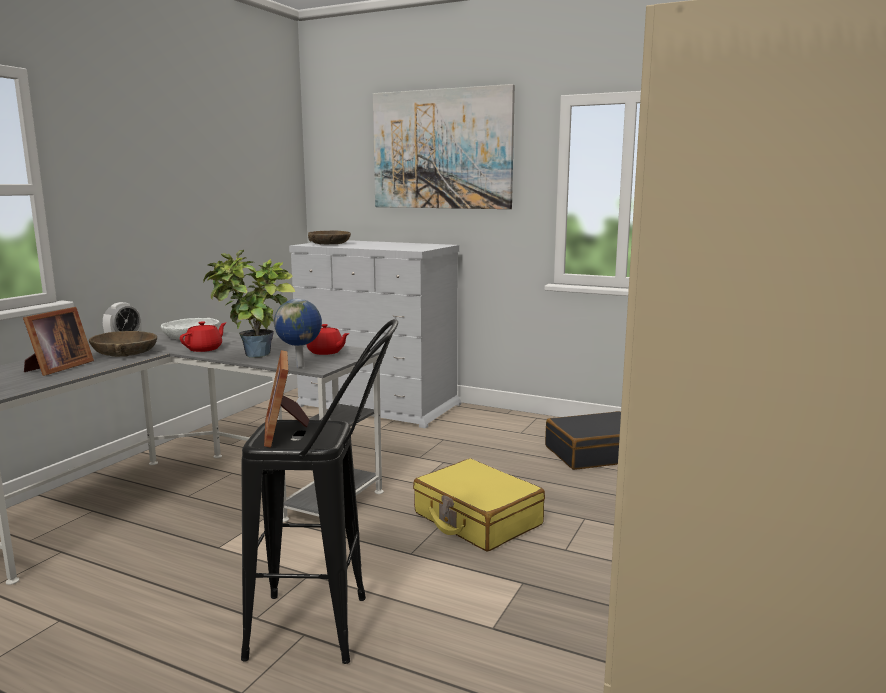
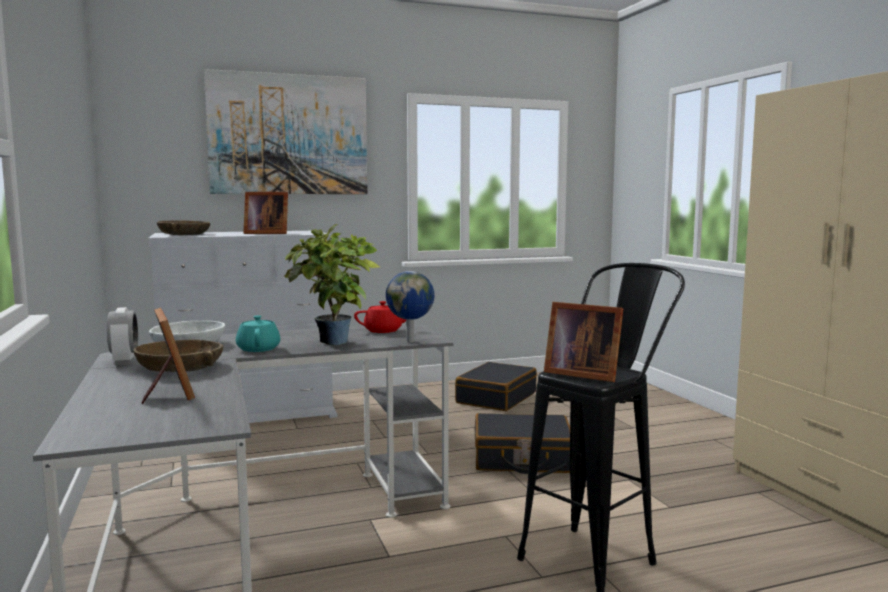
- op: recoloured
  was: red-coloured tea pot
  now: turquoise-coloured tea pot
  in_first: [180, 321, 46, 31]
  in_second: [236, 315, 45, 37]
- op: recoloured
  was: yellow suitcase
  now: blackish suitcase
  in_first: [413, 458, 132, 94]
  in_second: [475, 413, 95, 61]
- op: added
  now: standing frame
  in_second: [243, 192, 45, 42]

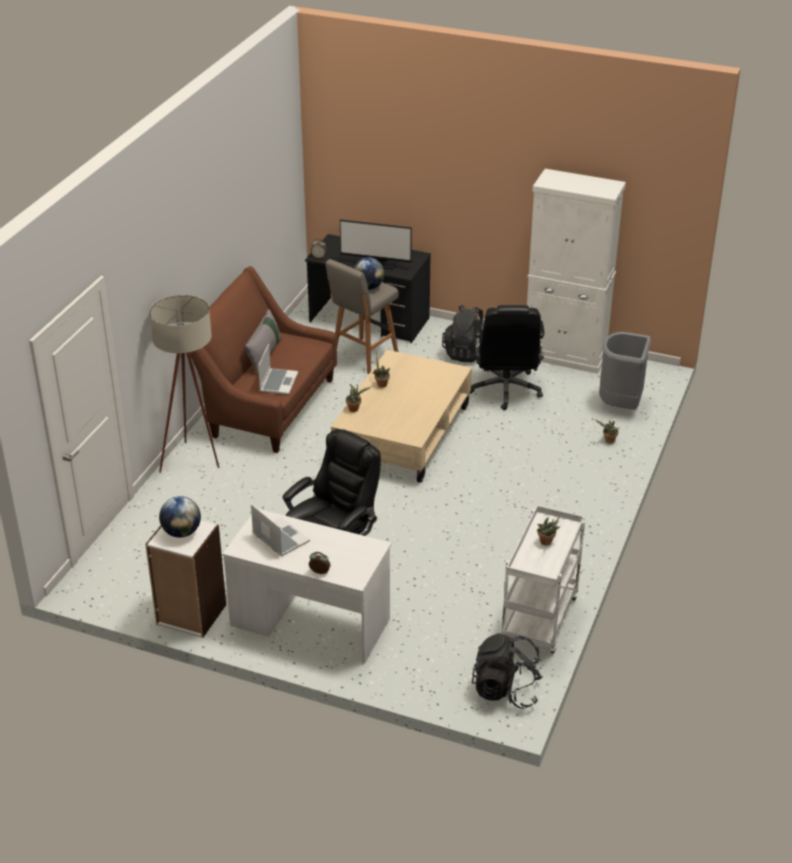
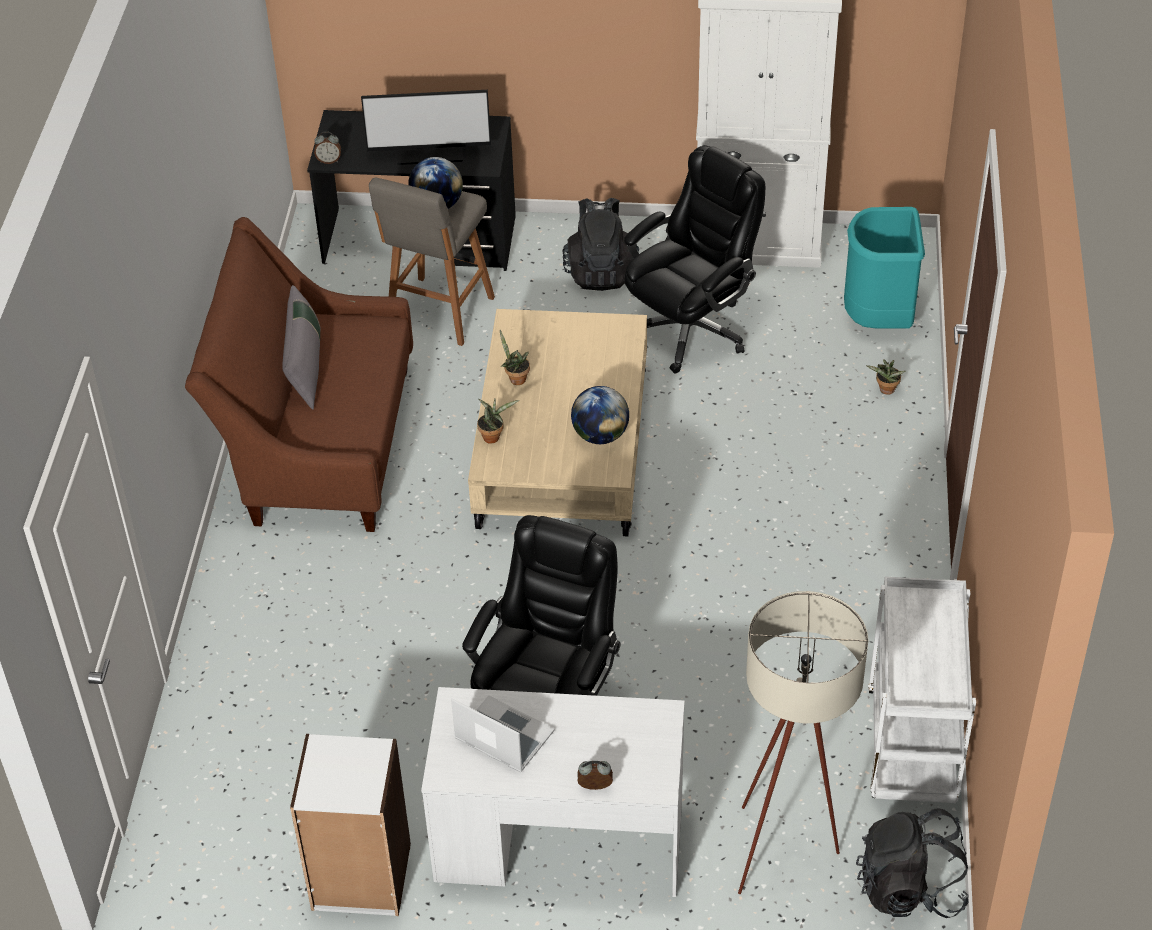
- op: moved
  was: beige-coloured floor lamp
  in_first: [149, 295, 70, 178]
  in_second: [738, 591, 131, 303]
- op: turned
  was: blackish office chair
  in_first: [470, 305, 74, 105]
  in_second: [624, 145, 141, 228]
  clockwise: -120
- op: recoloured
  was: gray rubbish bin
  now: turquoise-coloured rubbish bin
  in_first: [599, 332, 52, 78]
  in_second: [844, 207, 81, 122]
- op: removed
  was: portable computer
  in_first: [258, 344, 40, 51]
- op: moved
  was: desk globe
  in_first: [159, 496, 42, 42]
  in_second: [571, 386, 58, 58]
- op: removed
  was: houseplant
  in_first: [537, 516, 24, 29]

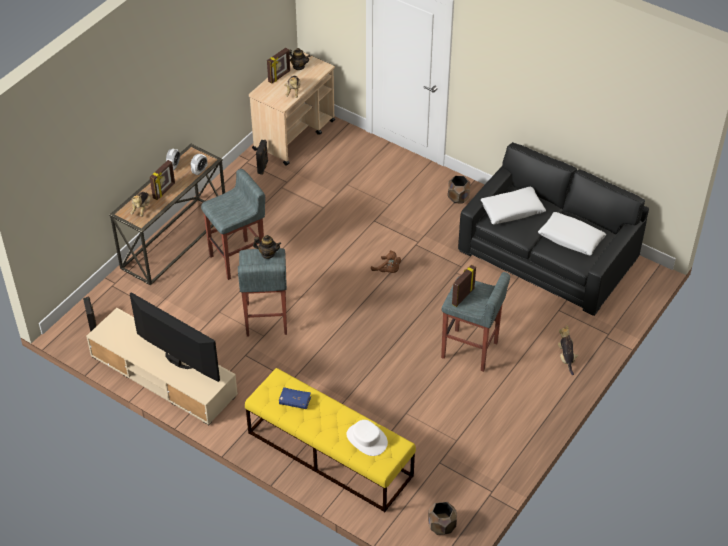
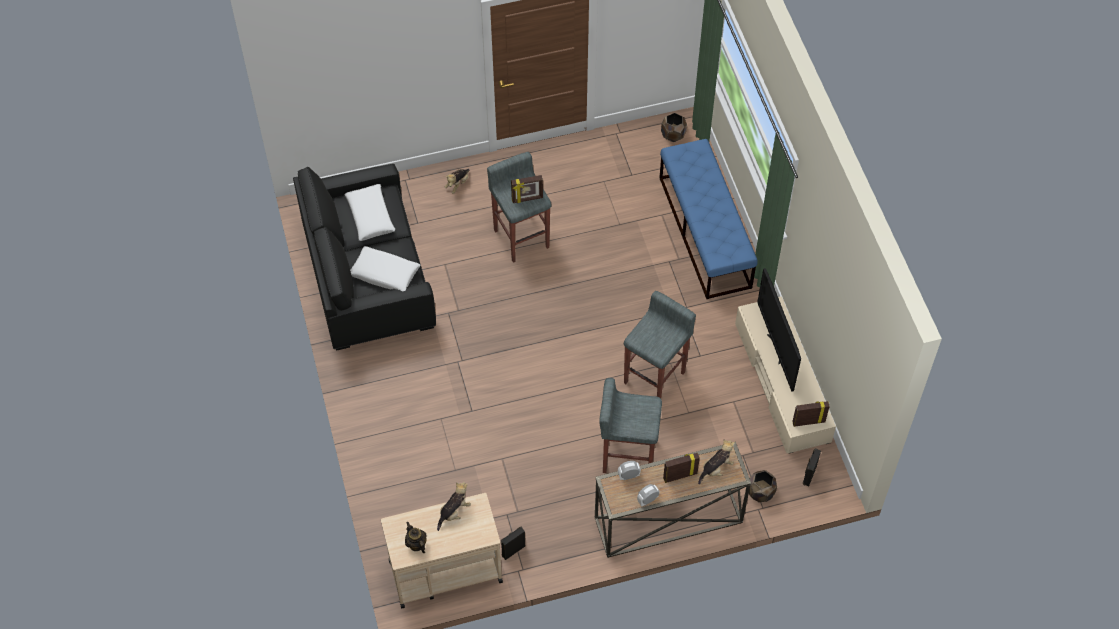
- op: moved
  was: standing frame
  in_first: [267, 48, 23, 36]
  in_second: [792, 401, 38, 26]
- op: moved
  was: brownish plant pot
  in_first: [448, 176, 23, 28]
  in_second: [749, 470, 28, 32]
- op: removed
  was: tea pot
  in_first: [253, 235, 28, 24]
- op: removed
  was: brownish soft toy
  in_first: [371, 250, 30, 23]
- op: recoloured
  was: yellow indoor bench
  now: blue-coloured indoor bench
  in_first: [245, 368, 171, 144]
  in_second: [659, 139, 99, 160]
- op: removed
  was: blue-coloured bound book
  in_first: [279, 387, 32, 22]
- op: removed
  was: white wearable hat
  in_first: [346, 420, 42, 36]

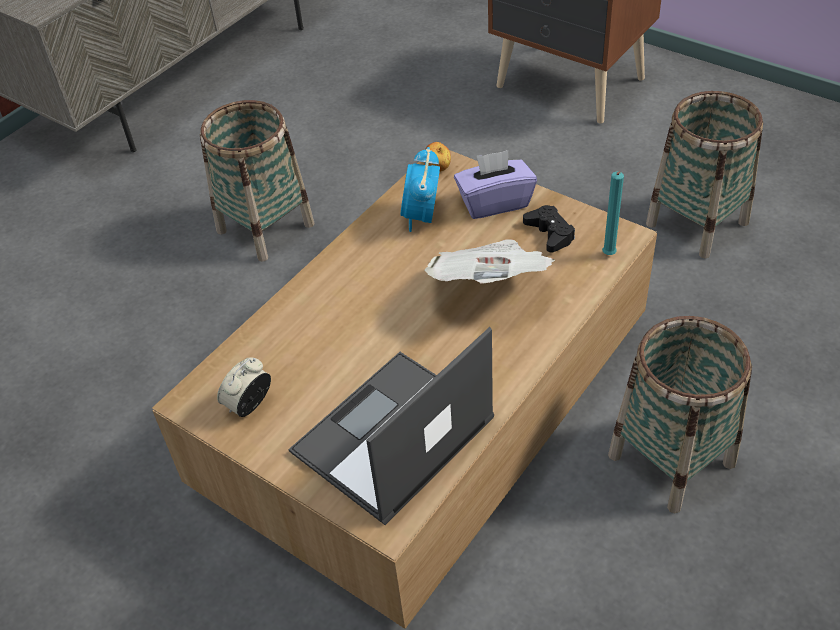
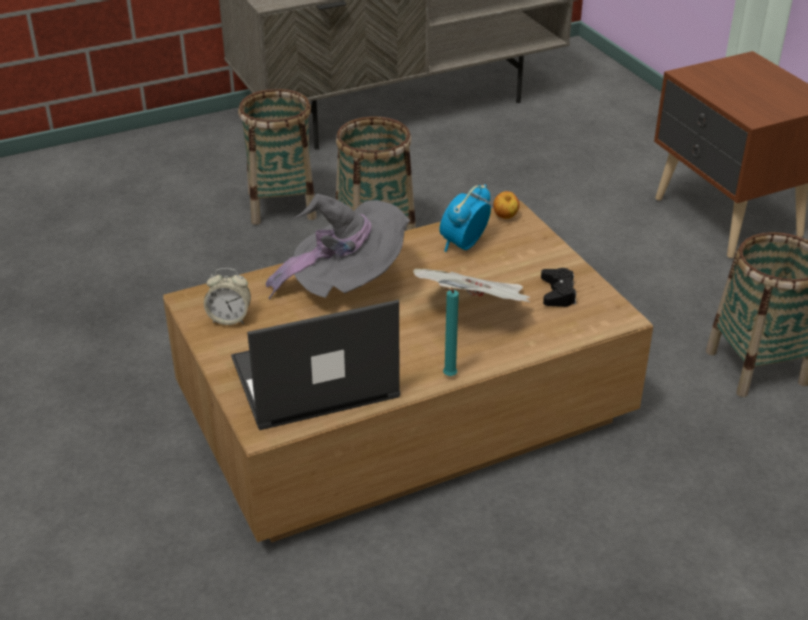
- op: removed
  was: purplish box of tissues
  in_first: [454, 150, 83, 69]
- op: moved
  was: turquoise-coloured candle
  in_first: [602, 171, 22, 84]
  in_second: [443, 288, 16, 88]
- op: moved
  was: storage basket
  in_first: [608, 316, 144, 197]
  in_second: [238, 89, 79, 136]
- op: turned
  was: bedside clock
  in_first: [217, 357, 54, 60]
  in_second: [204, 268, 47, 57]
  clockwise: -150
- op: added
  now: gray wearable hat
  in_second: [266, 194, 144, 105]

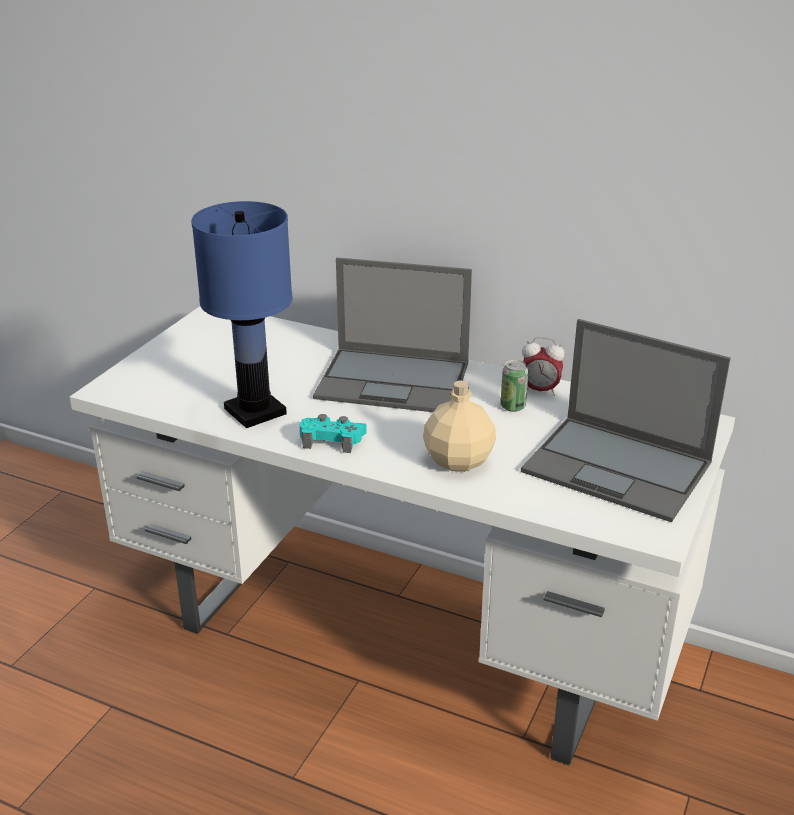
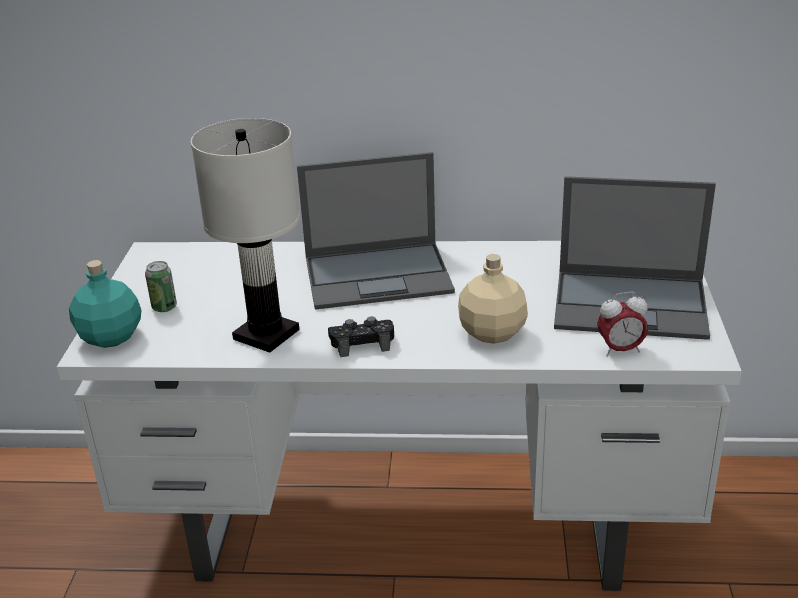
- op: recoloured
  was: blue-coloured tabletop lamp
  now: white tabletop lamp
  in_first: [191, 201, 101, 227]
  in_second: [191, 118, 109, 235]
- op: moved
  was: bedside clock
  in_first: [522, 337, 43, 59]
  in_second: [597, 292, 51, 64]
- op: moved
  was: can
  in_first: [501, 360, 27, 52]
  in_second: [145, 261, 32, 51]
- op: recoloured
  was: turquoise-coloured joypad
  now: blackish joypad
  in_first: [300, 414, 67, 39]
  in_second: [328, 317, 66, 40]
- op: added
  now: turquoise-coloured bottle
  in_second: [69, 260, 72, 88]

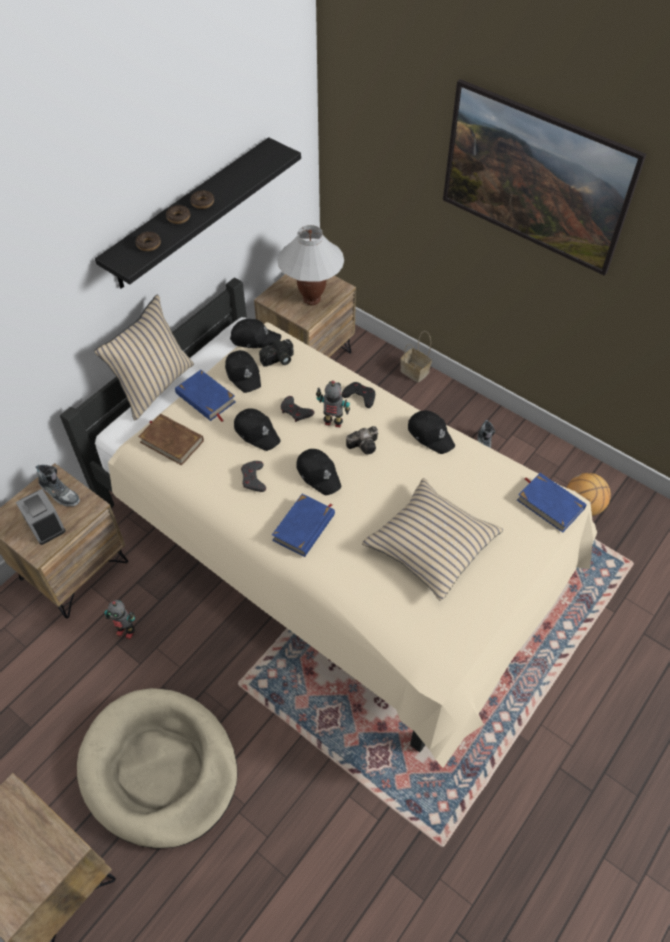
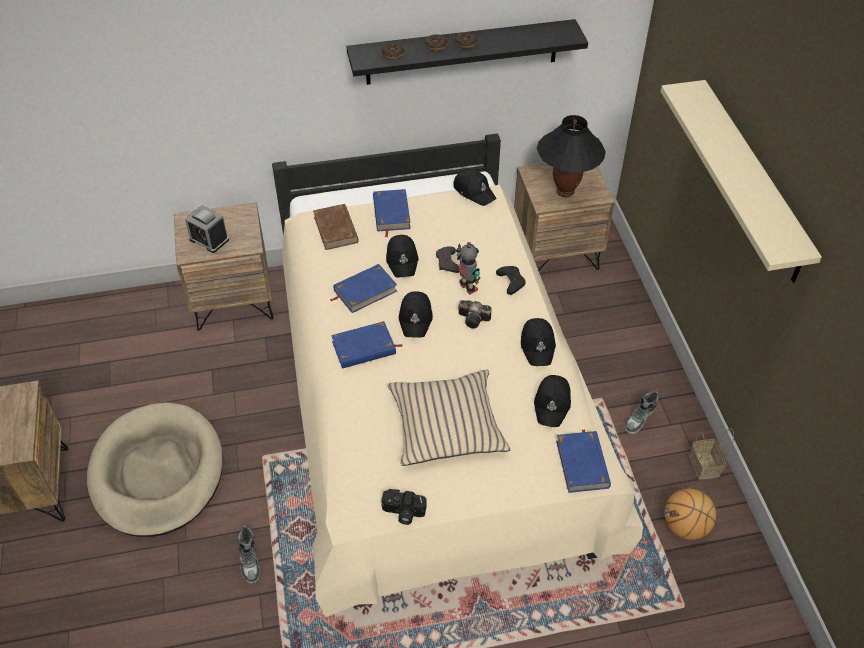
- op: replaced
  was: wall picture
  now: beige-coloured wall shelf
  in_first: [443, 79, 203, 197]
  in_second: [660, 80, 162, 203]
- op: recoloured
  was: white tabletop lamp
  now: blackish tabletop lamp
  in_first: [277, 225, 67, 80]
  in_second: [537, 115, 69, 82]
- op: removed
  was: beige-coloured throw pillow
  in_first: [94, 295, 100, 126]
- op: moved
  was: storage basket
  in_first: [400, 331, 32, 52]
  in_second: [689, 428, 45, 52]
- op: moved
  was: still camera
  in_first: [259, 339, 35, 28]
  in_second: [381, 489, 45, 36]
- op: moved
  was: blackish cap
  in_first: [225, 350, 36, 43]
  in_second: [534, 375, 37, 52]
- op: replaced
  was: gray joypad
  now: blue-coloured bound book
  in_first: [241, 461, 25, 31]
  in_second: [330, 264, 67, 49]
- op: moved
  was: item of footwear
  in_first: [36, 465, 44, 42]
  in_second: [238, 525, 22, 59]
- op: turned
  was: bedside clock
  in_first: [16, 489, 50, 56]
  in_second: [185, 205, 44, 48]
  clockwise: -60
- op: removed
  was: toy robot
  in_first: [104, 600, 31, 39]

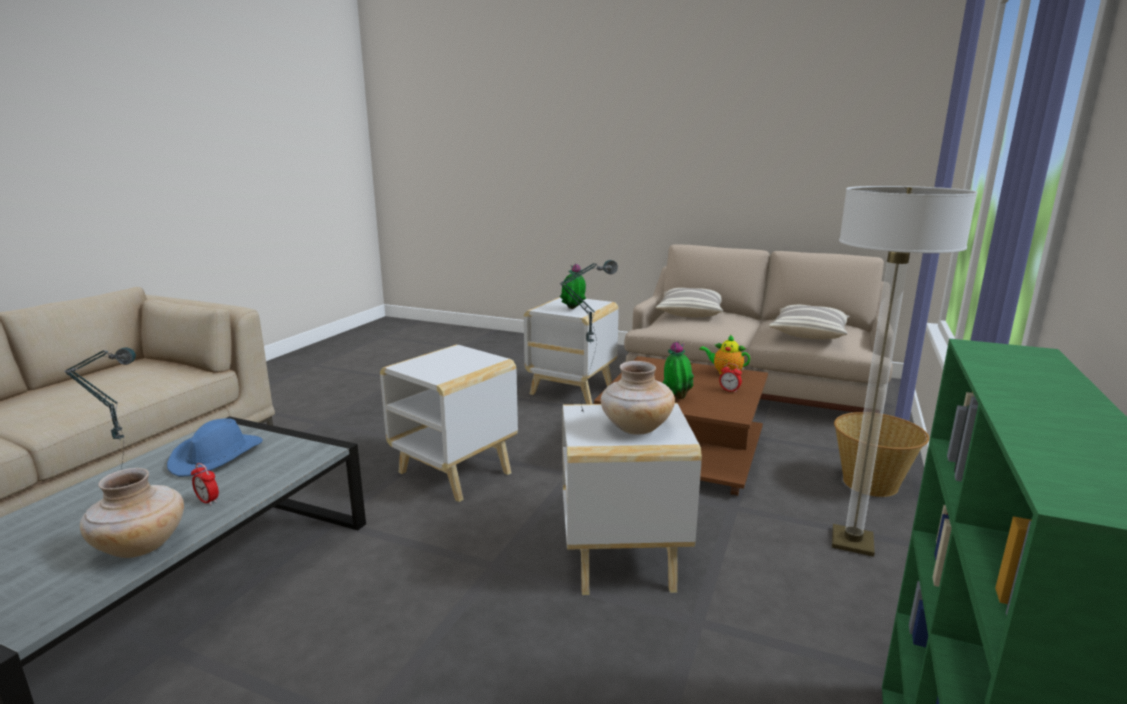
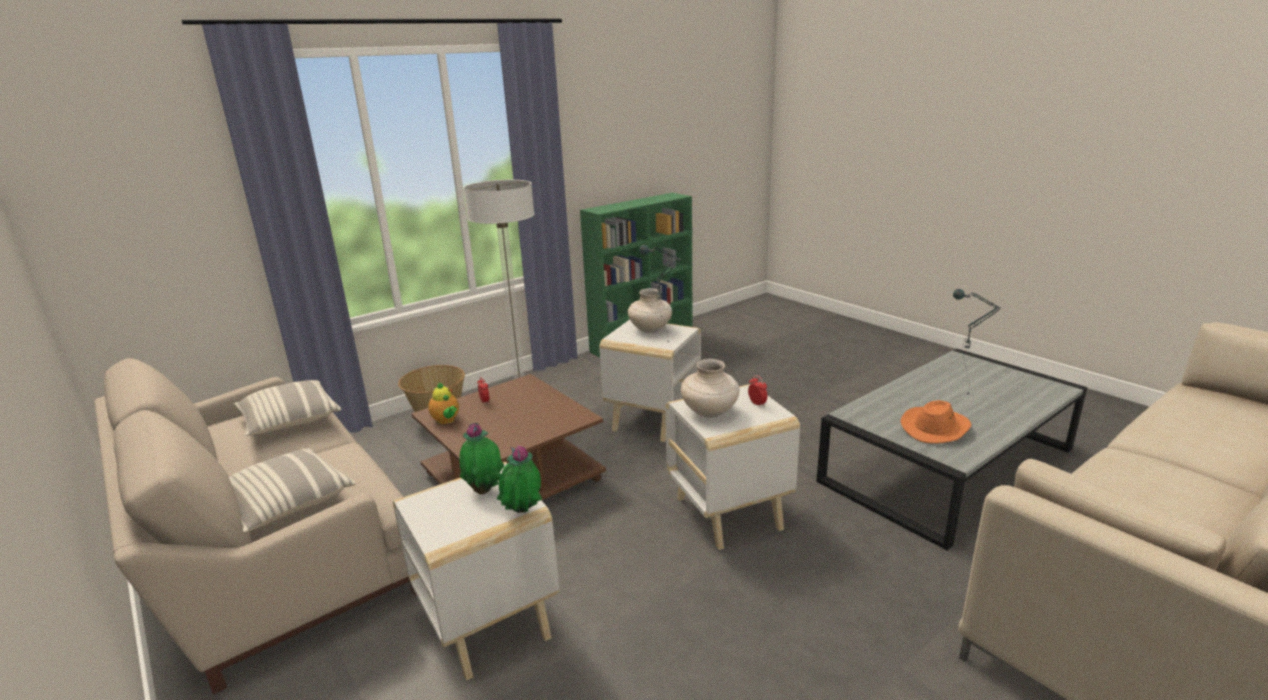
- op: moved
  was: houseplant
  in_first: [662, 341, 32, 58]
  in_second: [497, 446, 45, 67]
- op: recoloured
  was: blue-coloured wearable hat
  now: orangey wearable hat
  in_first: [167, 418, 96, 59]
  in_second: [900, 400, 71, 44]
- op: moved
  was: bedside clock
  in_first: [191, 463, 28, 42]
  in_second: [748, 375, 19, 33]
- op: moved
  was: beige-coloured decorative vase
  in_first: [80, 468, 104, 90]
  in_second: [681, 359, 58, 59]

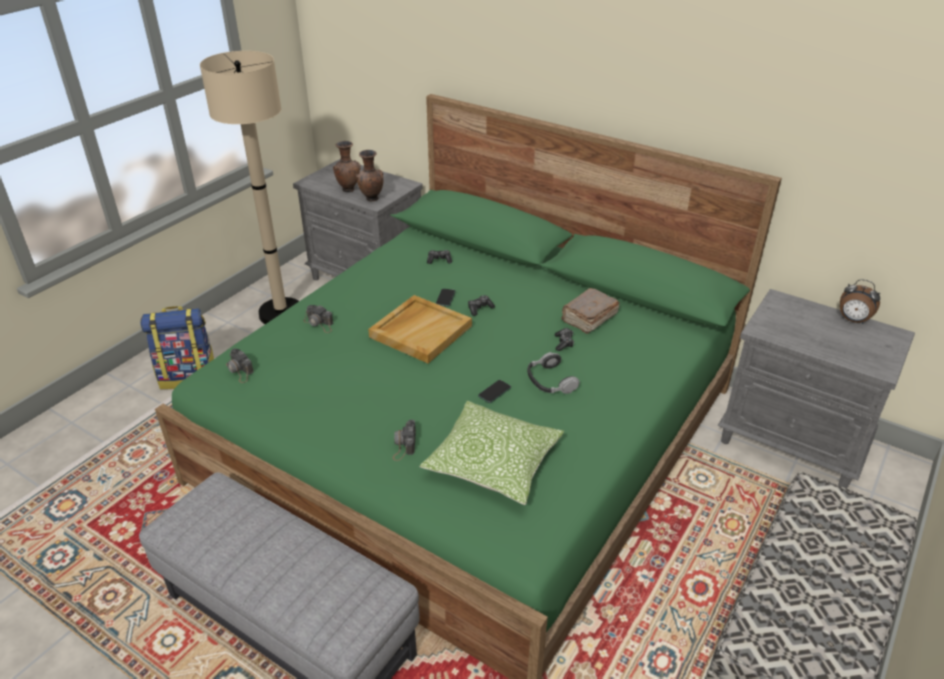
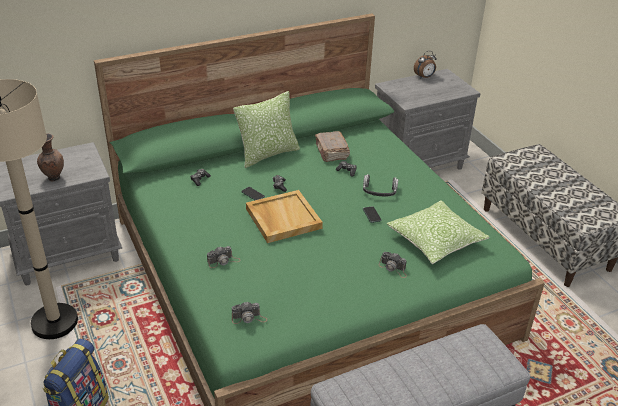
- op: removed
  was: brownish decorative vase
  in_first: [356, 150, 28, 51]
- op: added
  now: throw pillow
  in_second: [233, 91, 67, 77]

